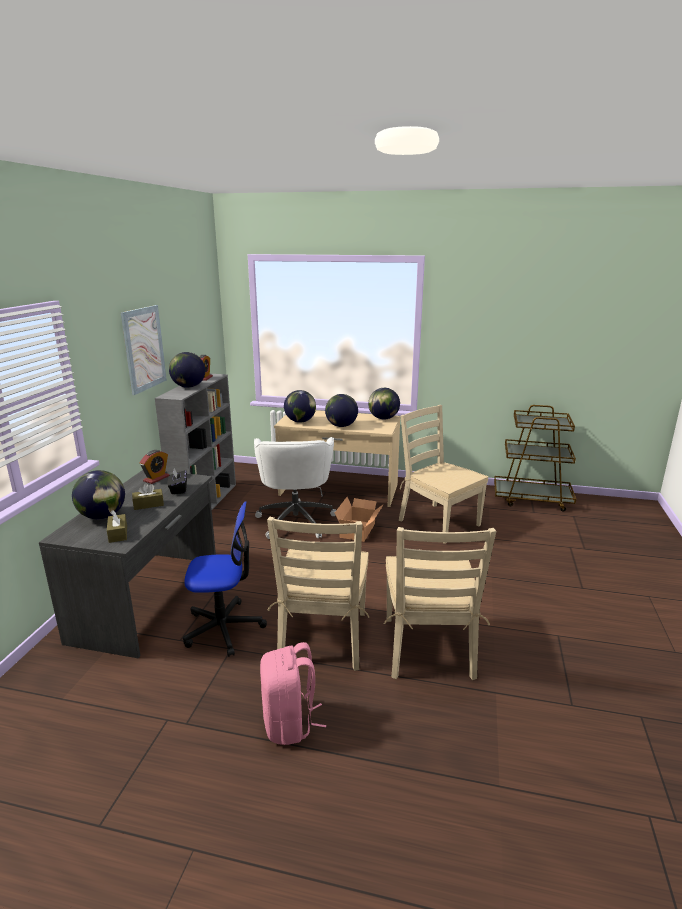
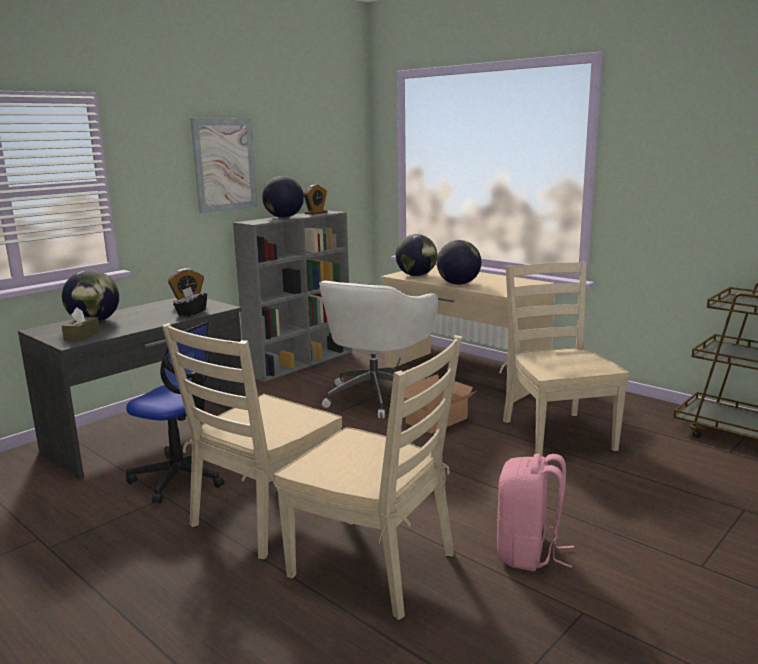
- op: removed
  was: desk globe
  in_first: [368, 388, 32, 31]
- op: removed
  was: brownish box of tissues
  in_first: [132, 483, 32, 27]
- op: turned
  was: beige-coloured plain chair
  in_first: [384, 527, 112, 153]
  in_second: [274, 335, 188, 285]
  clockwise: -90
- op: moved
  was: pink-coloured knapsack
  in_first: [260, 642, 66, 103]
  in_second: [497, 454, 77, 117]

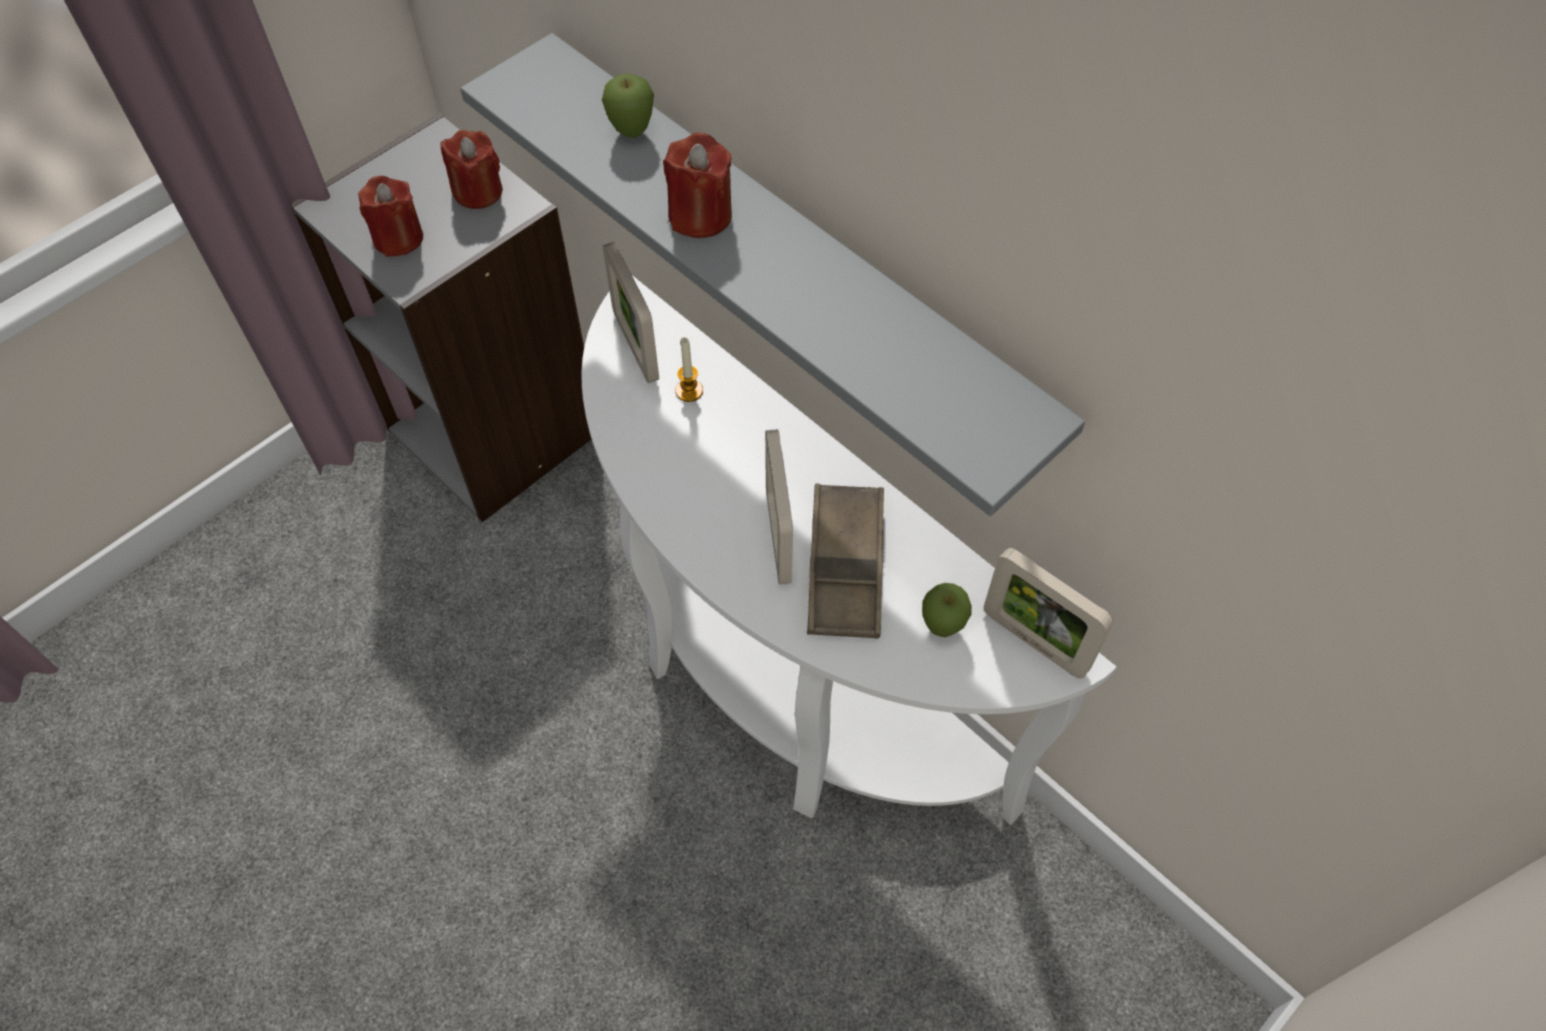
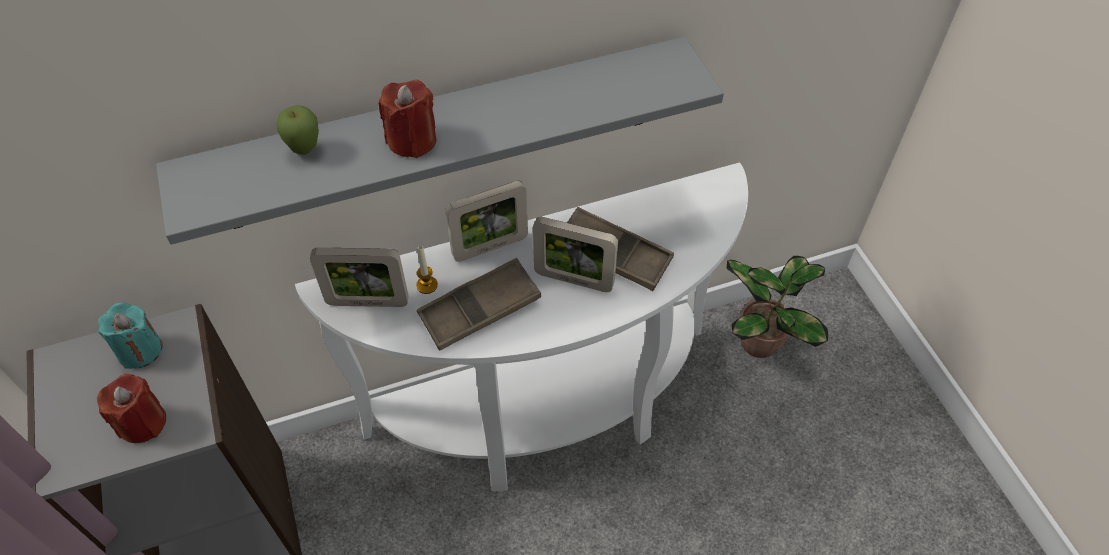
- op: recoloured
  was: red-coloured candle
  now: turquoise-coloured candle
  in_first: [441, 130, 62, 79]
  in_second: [98, 303, 64, 66]
- op: moved
  was: standing frame
  in_first: [984, 548, 130, 131]
  in_second: [445, 181, 83, 81]
- op: removed
  was: apple
  in_first: [922, 583, 50, 54]
- op: added
  now: houseplant
  in_second: [726, 256, 102, 102]
- op: added
  now: brownish serving tray
  in_second: [417, 258, 124, 93]

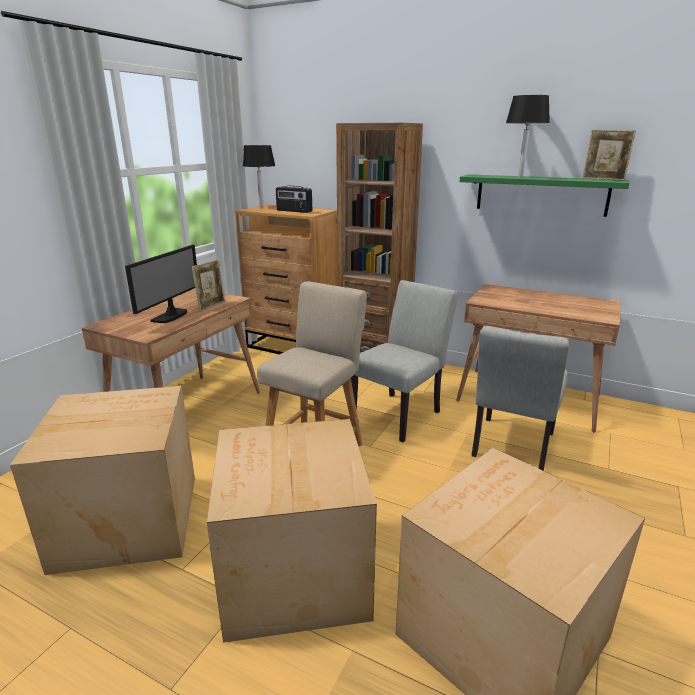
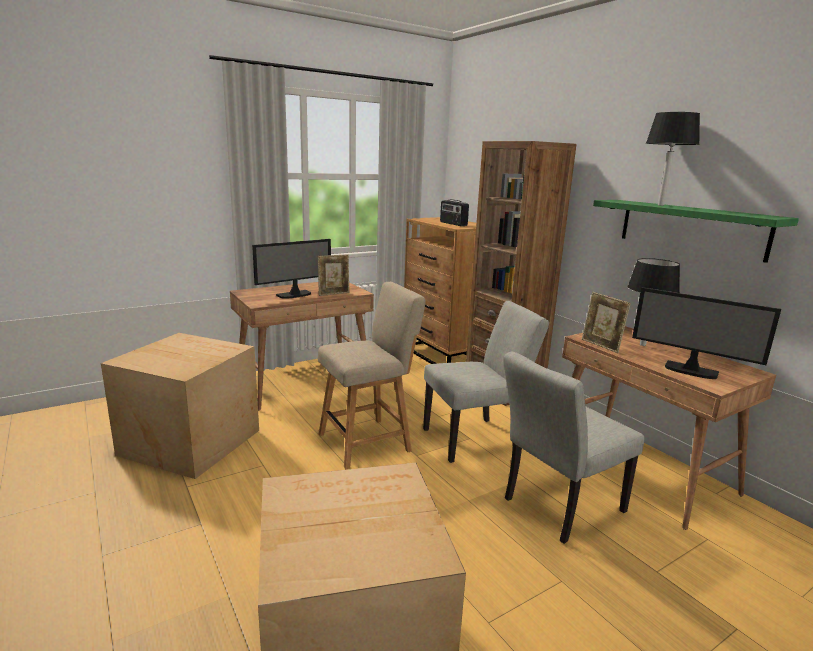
- op: moved
  was: standing frame
  in_first: [582, 130, 54, 51]
  in_second: [582, 292, 49, 61]
- op: moved
  was: blackish tabletop lamp
  in_first: [243, 145, 32, 63]
  in_second: [627, 258, 53, 88]
- op: removed
  was: carton
  in_first: [207, 419, 170, 224]
- op: added
  now: monitor
  in_second: [632, 287, 149, 92]

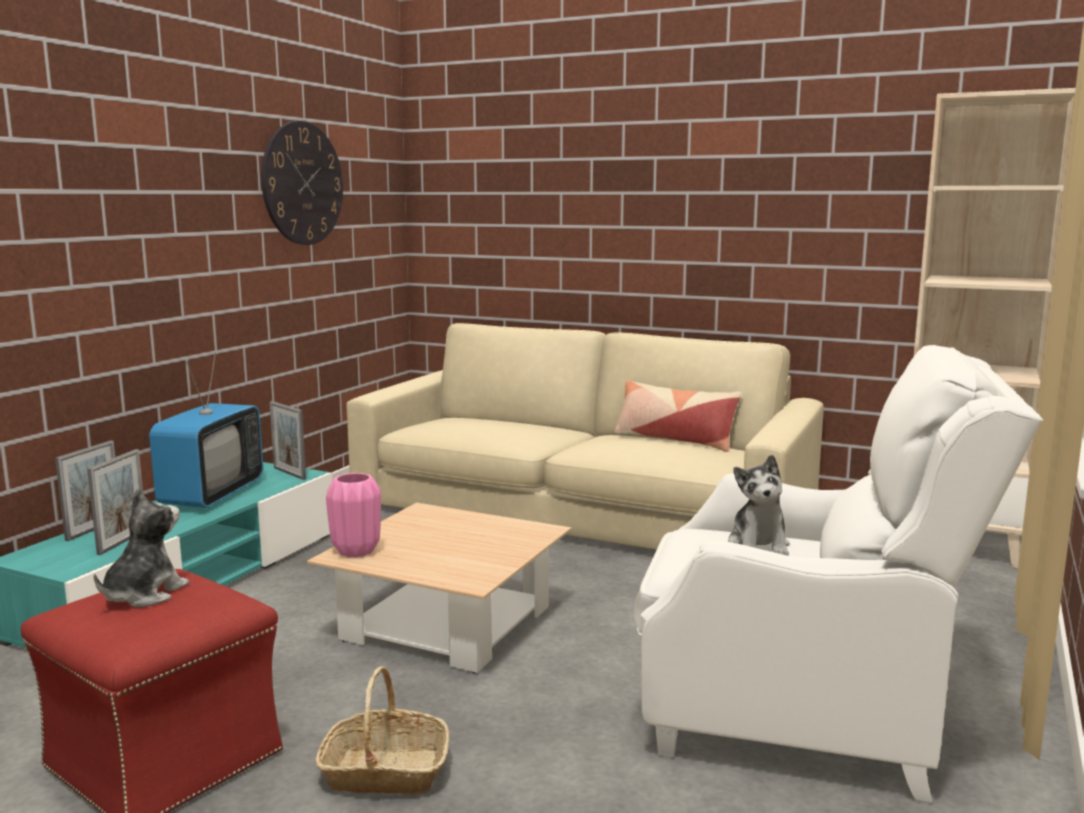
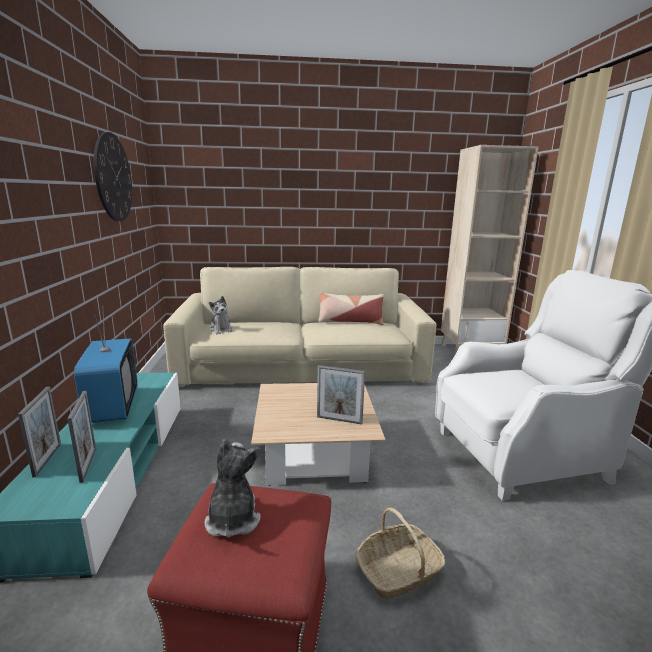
- op: moved
  was: standing frame
  in_first: [270, 401, 36, 79]
  in_second: [317, 365, 48, 60]
- op: moved
  was: soft toy
  in_first: [728, 455, 62, 101]
  in_second: [209, 296, 24, 38]
- op: removed
  was: pink-coloured decorative vase
  in_first: [326, 473, 55, 84]

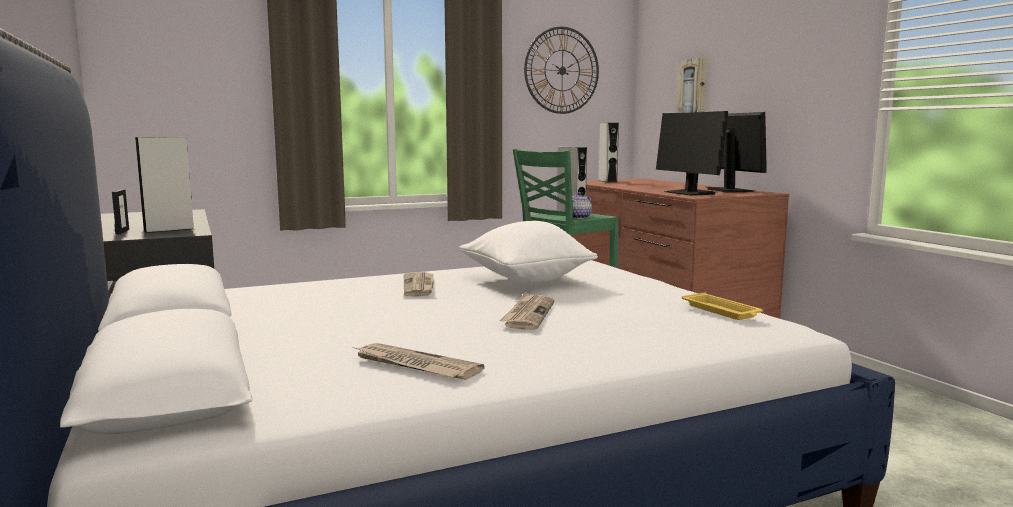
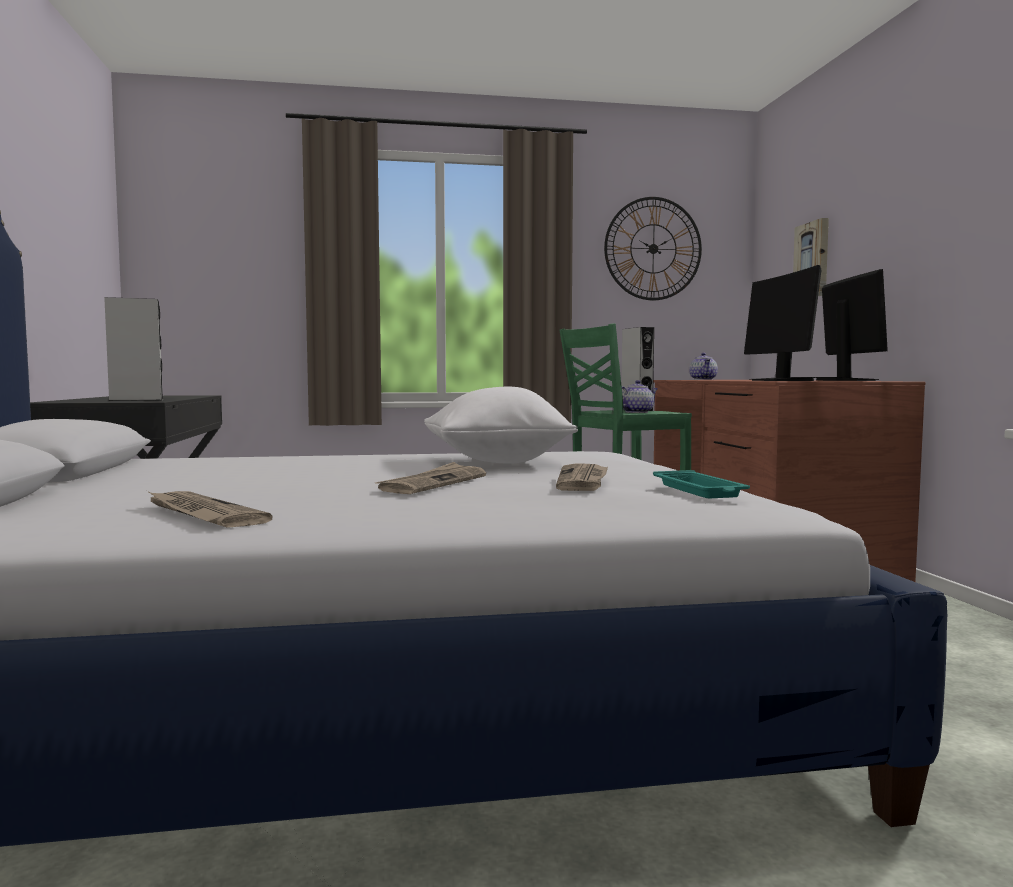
- op: replaced
  was: gray audio speaker
  now: tea pot
  in_first: [598, 123, 21, 60]
  in_second: [689, 353, 29, 27]
- op: removed
  was: standing frame
  in_first: [112, 189, 17, 45]
- op: moved
  was: printed paper
  in_first: [404, 272, 30, 25]
  in_second: [556, 463, 52, 28]
- op: recoloured
  was: yellow serving tray
  now: turquoise-coloured serving tray
  in_first: [682, 293, 81, 27]
  in_second: [653, 470, 97, 28]

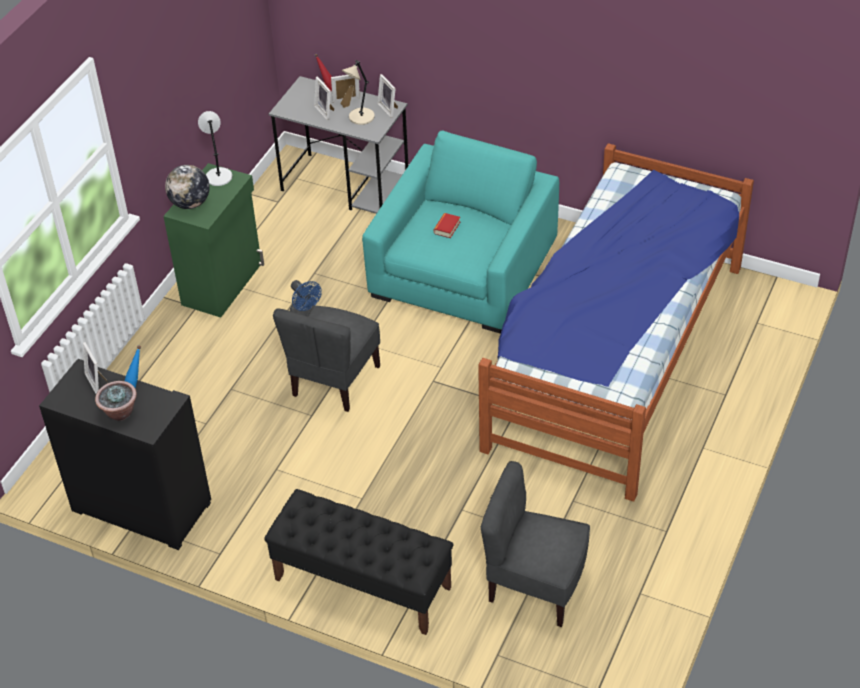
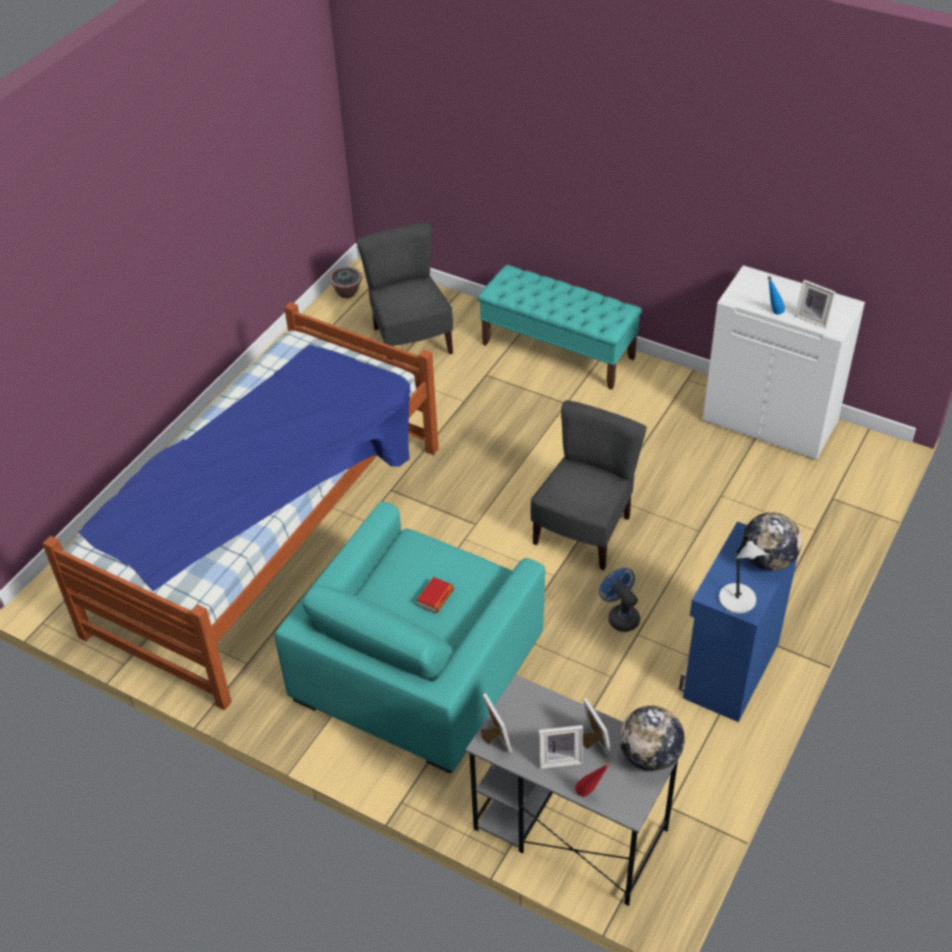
- op: removed
  was: beige-coloured tabletop lamp
  in_first: [342, 60, 33, 65]
- op: recoloured
  was: greenish cabinet
  now: blue-coloured cabinet
  in_first: [163, 163, 101, 155]
  in_second: [679, 521, 118, 201]
- op: turned
  was: standing frame
  in_first: [83, 342, 24, 51]
  in_second: [794, 280, 42, 49]
  clockwise: 150
- op: recoloured
  was: blackish cabinet
  now: white cabinet
  in_first: [39, 359, 172, 191]
  in_second: [703, 265, 162, 195]
- op: moved
  was: houseplant
  in_first: [95, 381, 42, 40]
  in_second: [329, 267, 33, 31]
- op: turned
  was: gray plain chair
  in_first: [481, 461, 109, 166]
  in_second: [356, 223, 97, 137]
  clockwise: -135
- op: recoloured
  was: blackish indoor bench
  now: turquoise-coloured indoor bench
  in_first: [264, 489, 189, 146]
  in_second: [478, 265, 164, 125]
- op: added
  now: desk globe
  in_second: [620, 706, 65, 65]

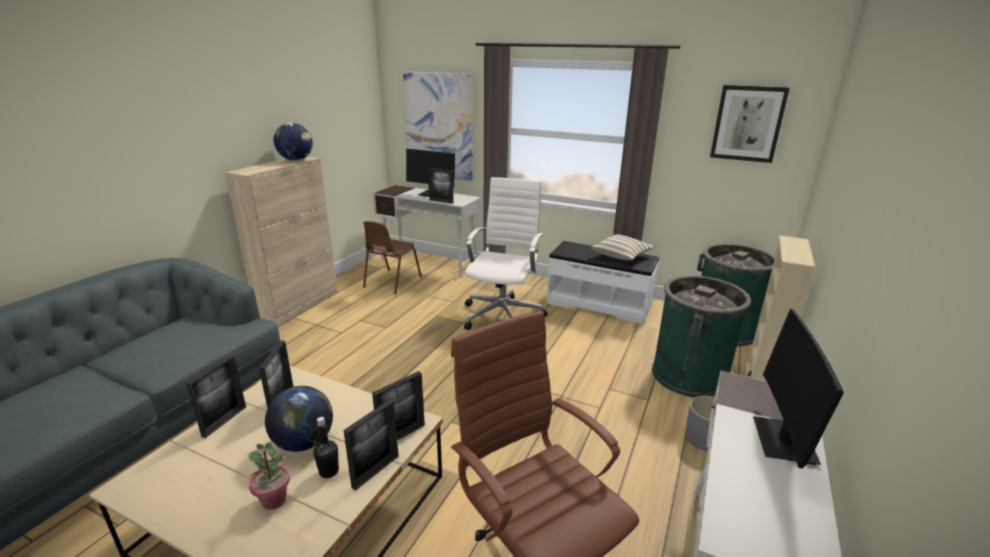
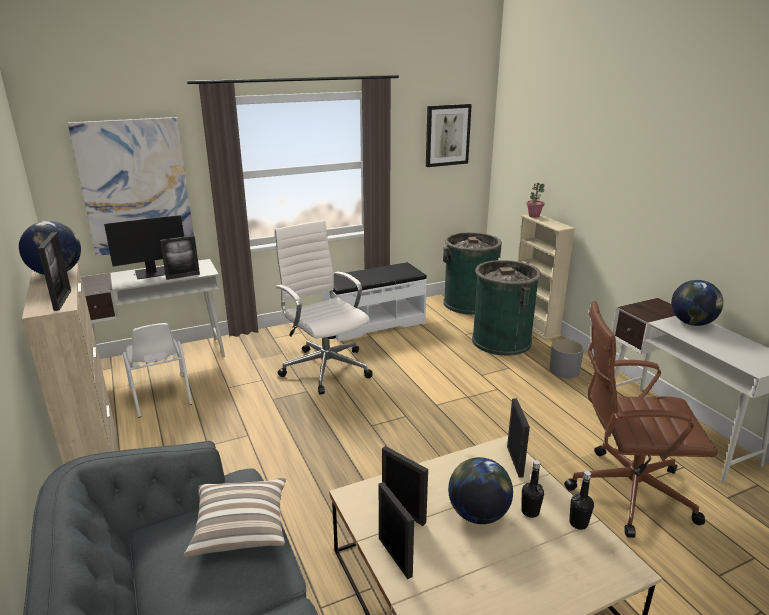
- op: recoloured
  was: brownish plain chair
  now: white plain chair
  in_first: [363, 221, 59, 74]
  in_second: [123, 323, 69, 94]
- op: moved
  was: throw pillow
  in_first: [591, 235, 64, 25]
  in_second: [184, 478, 102, 80]
- op: replaced
  was: monitor
  now: desk globe
  in_first: [753, 309, 91, 160]
  in_second: [671, 280, 52, 46]
- op: moved
  was: standing frame
  in_first: [343, 399, 56, 92]
  in_second: [38, 232, 33, 79]
- op: moved
  was: houseplant
  in_first: [249, 442, 41, 68]
  in_second: [526, 183, 19, 35]
- op: added
  now: blackish bottle
  in_second: [569, 471, 25, 59]

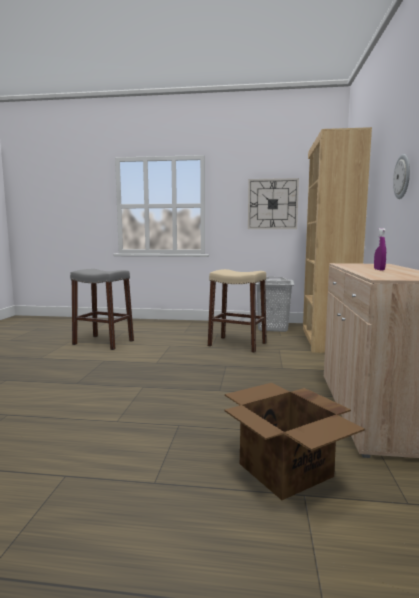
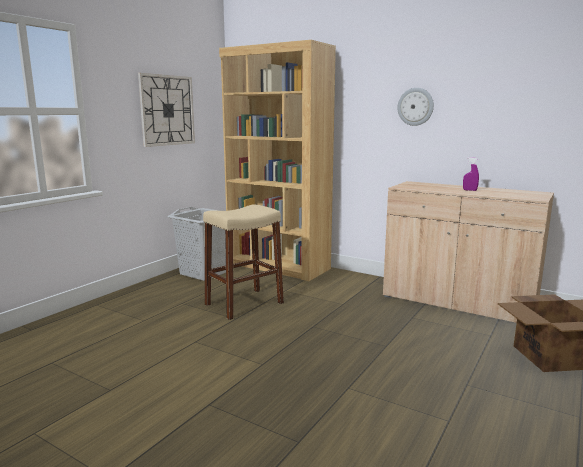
- op: removed
  was: gray sitting stool
  in_first: [70, 269, 64, 81]

